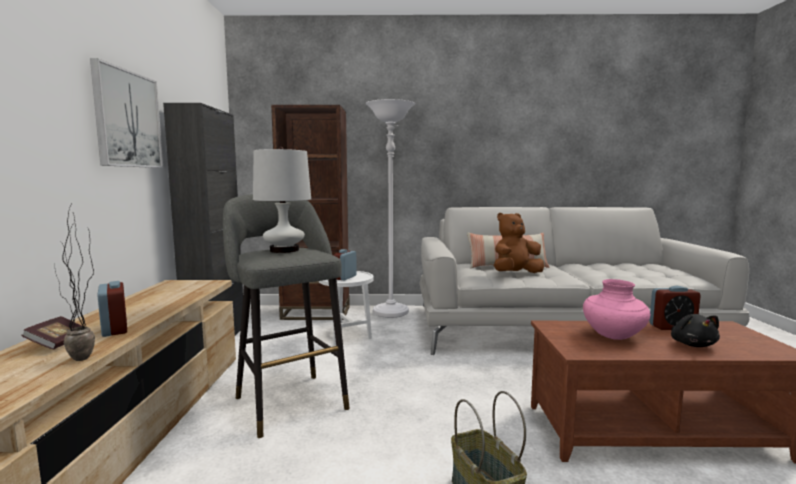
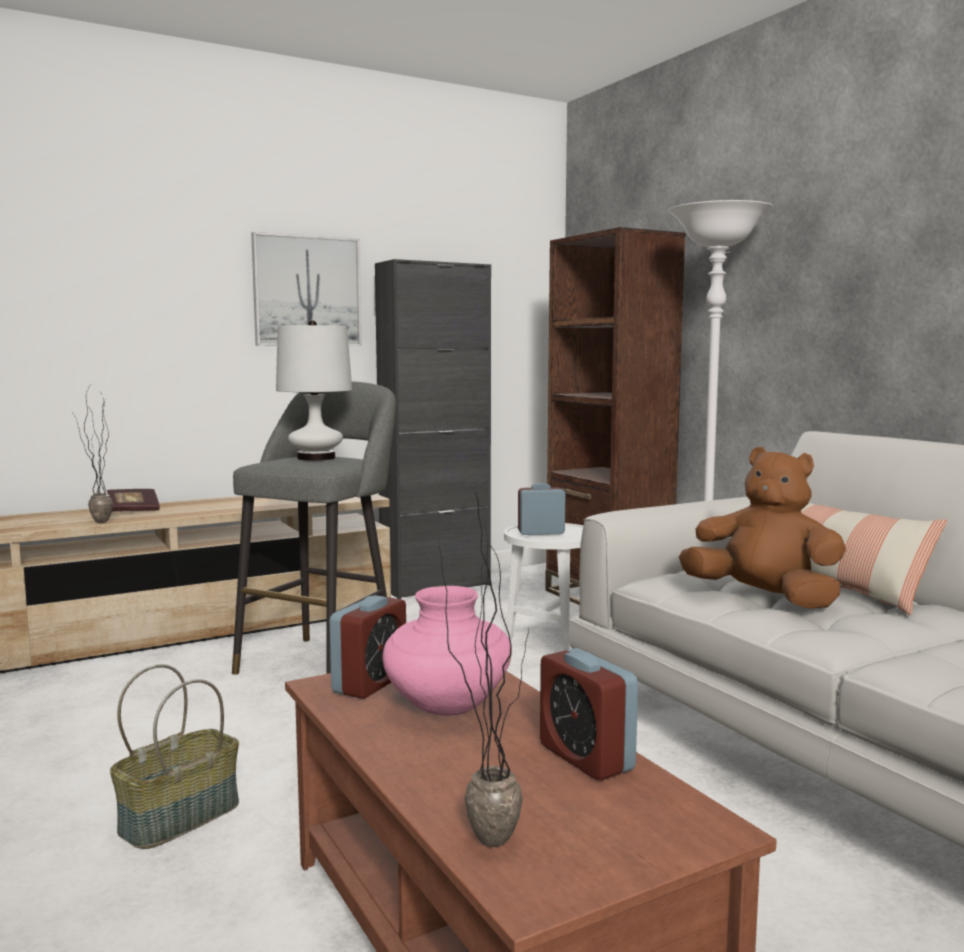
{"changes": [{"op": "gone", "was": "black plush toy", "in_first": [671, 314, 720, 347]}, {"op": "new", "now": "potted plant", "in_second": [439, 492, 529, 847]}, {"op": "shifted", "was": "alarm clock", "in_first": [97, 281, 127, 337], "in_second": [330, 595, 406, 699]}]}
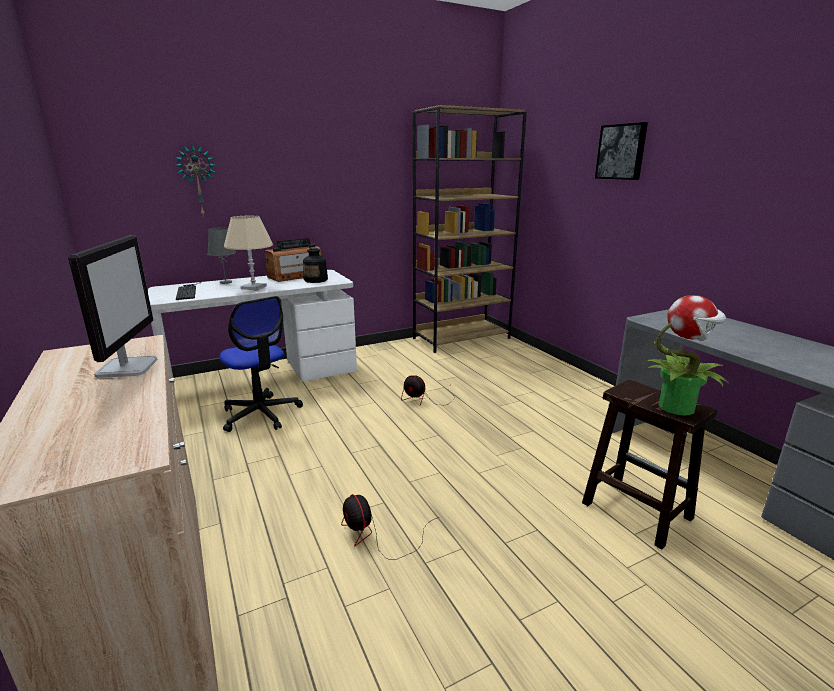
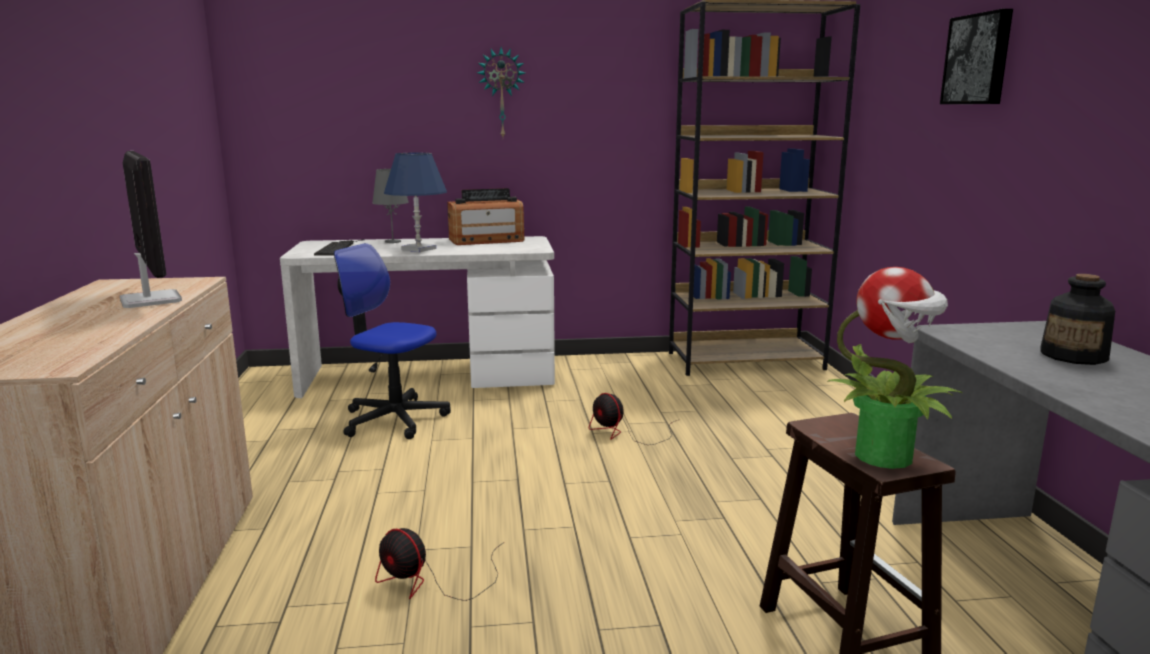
{"changes": [{"op": "shifted", "was": "wall clock", "in_first": [175, 145, 216, 217], "in_second": [477, 47, 525, 137]}, {"op": "shifted", "was": "bottle", "in_first": [303, 247, 328, 283], "in_second": [1040, 274, 1115, 365]}, {"op": "repainted", "was": "beige table lamp", "now": "blue table lamp", "in_first": [224, 216, 273, 290], "in_second": [384, 153, 447, 252]}, {"op": "rotated", "was": "monitor", "in_first": [68, 235, 157, 378], "in_second": [120, 151, 182, 308], "clockwise": -45}, {"op": "rotated", "was": "office chair", "in_first": [219, 296, 303, 432], "in_second": [334, 243, 451, 439], "clockwise": 135}, {"op": "rotated", "was": "fan", "in_first": [341, 494, 439, 560], "in_second": [375, 528, 503, 601], "clockwise": -45}]}
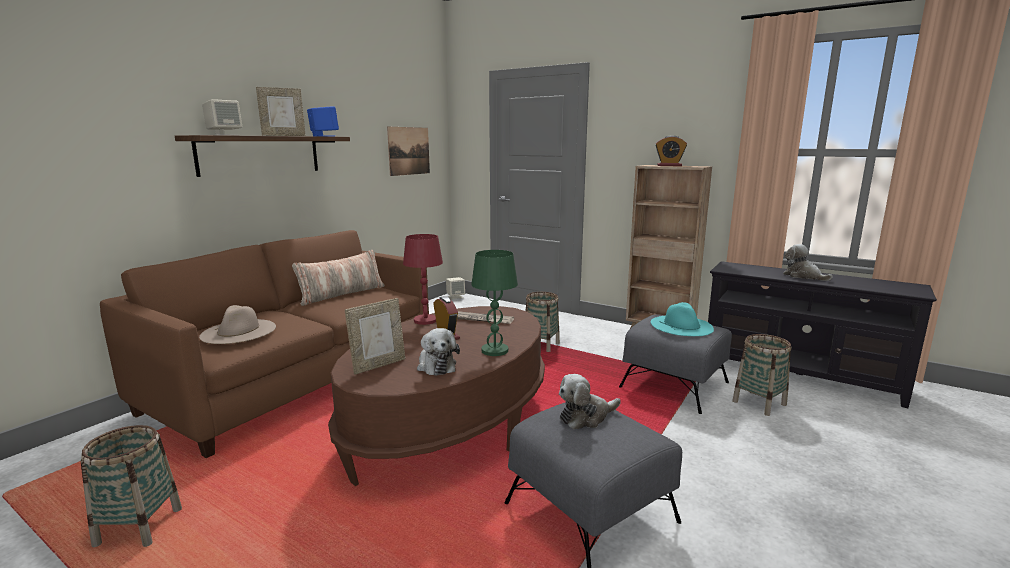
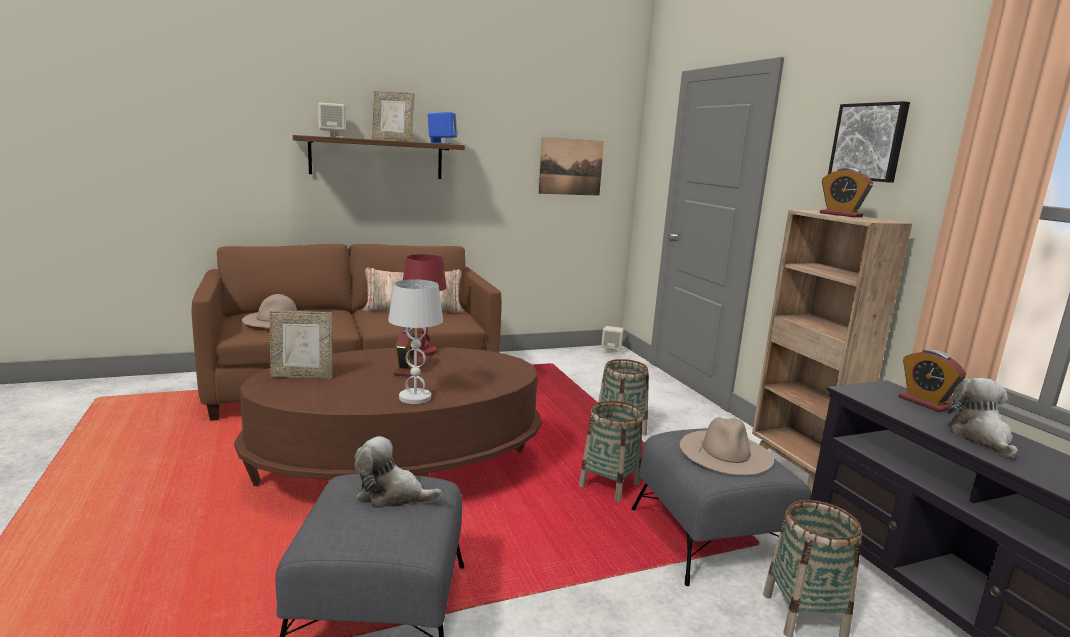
{"changes": [{"op": "gone", "was": "plush toy", "in_first": [417, 328, 460, 376]}, {"op": "gone", "was": "newspaper", "in_first": [457, 311, 514, 324]}, {"op": "new", "now": "picture", "in_second": [828, 101, 910, 183]}, {"op": "new", "now": "alarm clock", "in_second": [899, 350, 966, 412]}, {"op": "shifted", "was": "basket", "in_first": [80, 425, 182, 547], "in_second": [579, 401, 643, 502]}, {"op": "repainted", "was": "green table lamp", "now": "white table lamp", "in_first": [471, 250, 518, 356], "in_second": [388, 279, 443, 404]}, {"op": "repainted", "was": "turquoise hat", "now": "beige hat", "in_first": [651, 302, 714, 336], "in_second": [680, 417, 774, 475]}]}
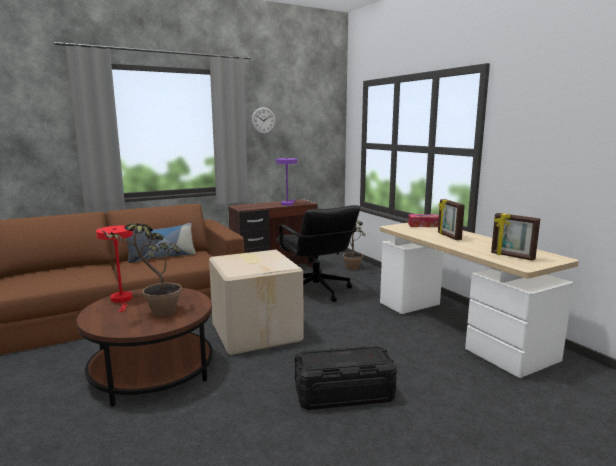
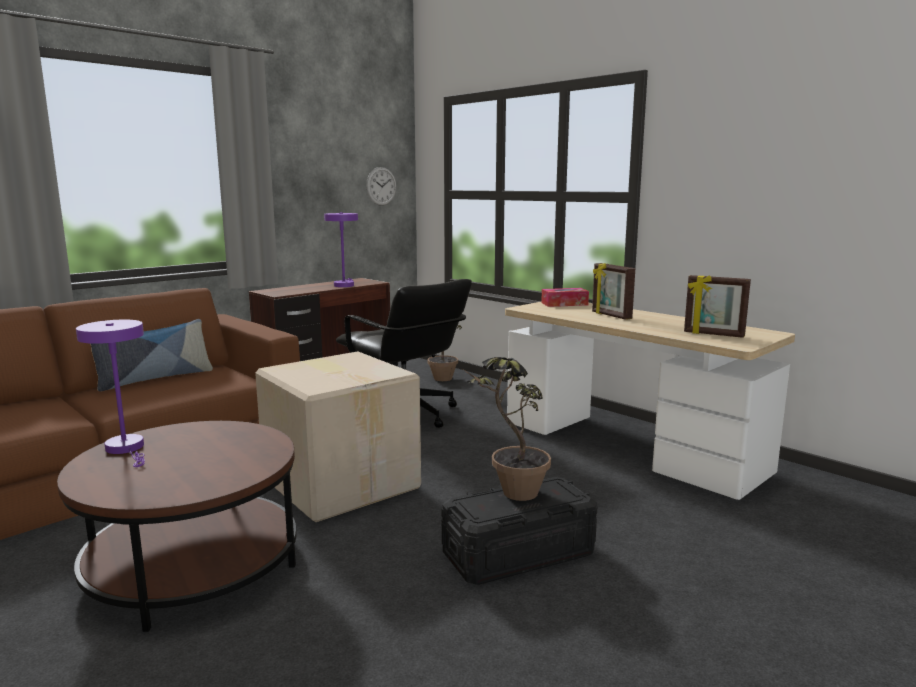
{"changes": [{"op": "shifted", "was": "potted plant", "in_first": [100, 223, 182, 317], "in_second": [464, 357, 551, 501]}, {"op": "shifted", "was": "wall clock", "in_first": [251, 107, 276, 134], "in_second": [366, 167, 396, 206]}, {"op": "repainted", "was": "red table lamp", "now": "purple table lamp", "in_first": [96, 226, 133, 312], "in_second": [76, 320, 145, 467]}]}
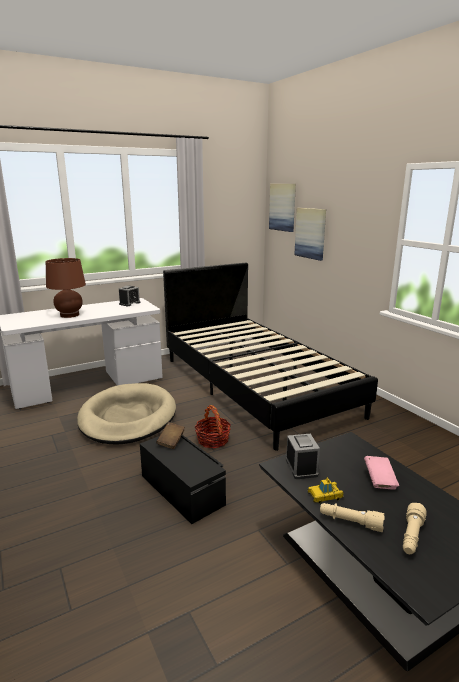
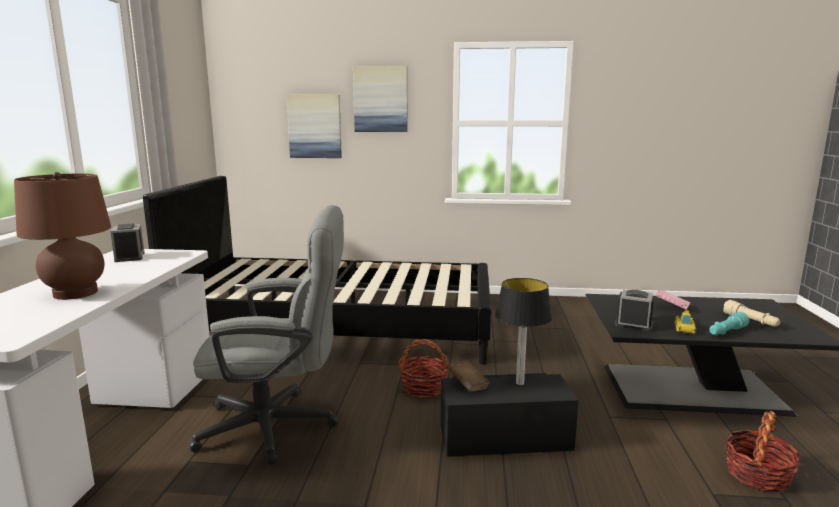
{"changes": [{"op": "new", "now": "table lamp", "in_second": [495, 278, 552, 385]}, {"op": "new", "now": "basket", "in_second": [725, 411, 802, 492]}, {"op": "shifted", "was": "picture", "in_first": [269, 184, 296, 232], "in_second": [353, 66, 408, 132]}, {"op": "swapped", "was": "beige dog bed", "now": "grey office chair", "in_first": [77, 383, 176, 444], "in_second": [188, 205, 344, 465]}, {"op": "repainted", "was": "beige flashlight", "now": "turquoise flashlight", "in_first": [320, 503, 385, 532], "in_second": [709, 312, 749, 335]}]}
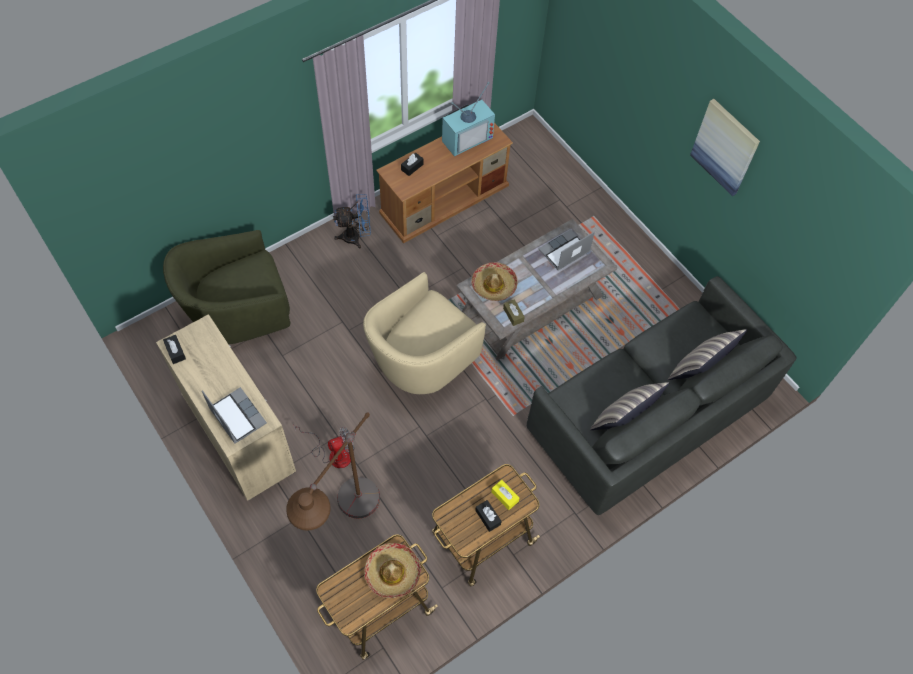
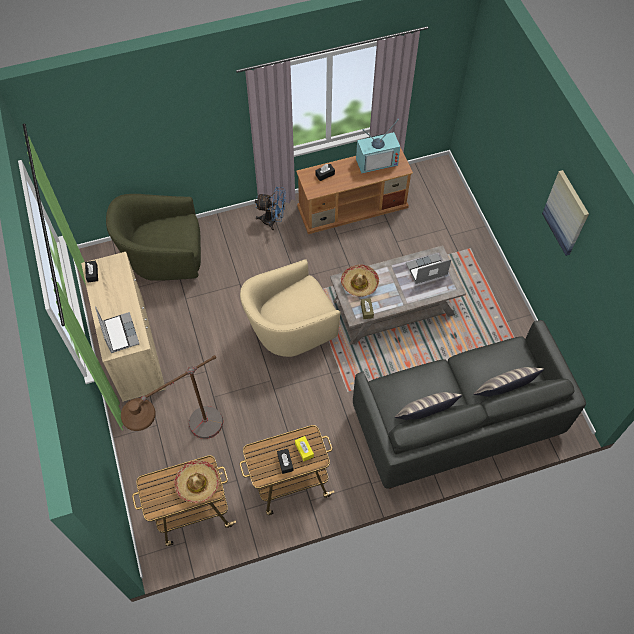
{"changes": [{"op": "gone", "was": "fan", "in_first": [293, 424, 354, 468]}]}
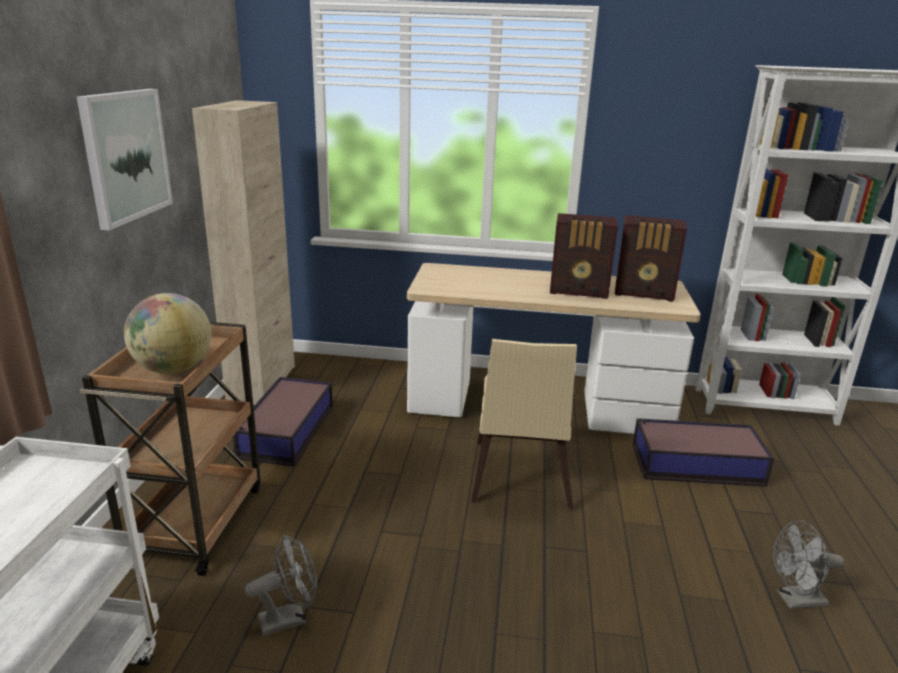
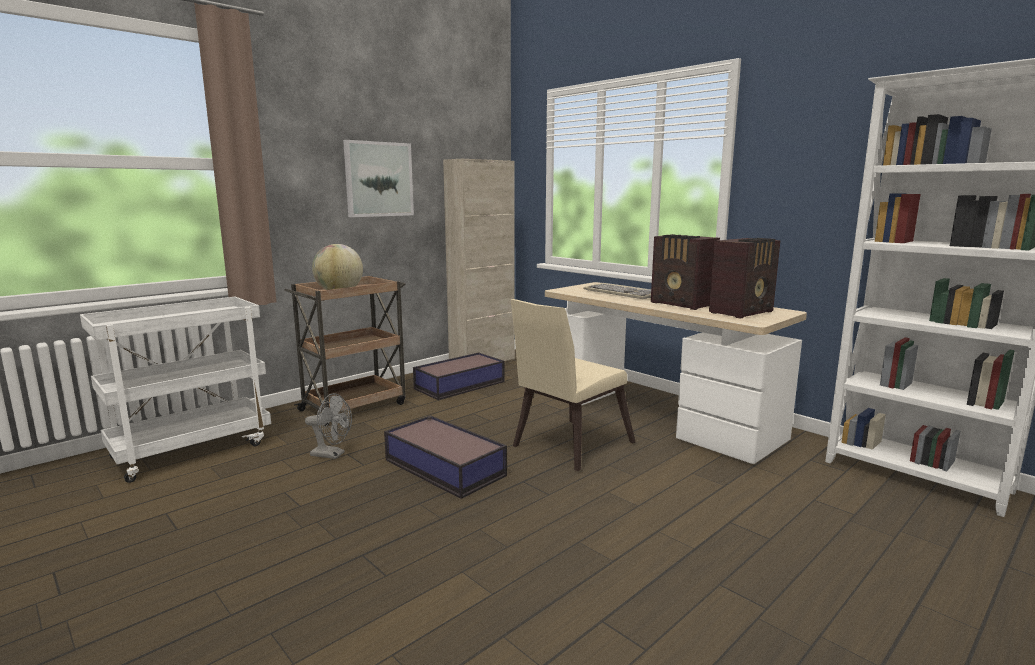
{"changes": [{"op": "gone", "was": "grey fan", "in_first": [773, 520, 844, 609]}, {"op": "new", "now": "keyboard", "in_second": [584, 283, 651, 299]}, {"op": "shifted", "was": "storage box", "in_first": [632, 418, 774, 487], "in_second": [384, 415, 507, 499]}, {"op": "rotated", "was": "radio", "in_first": [615, 215, 687, 302], "in_second": [709, 238, 781, 319], "clockwise": -90}]}
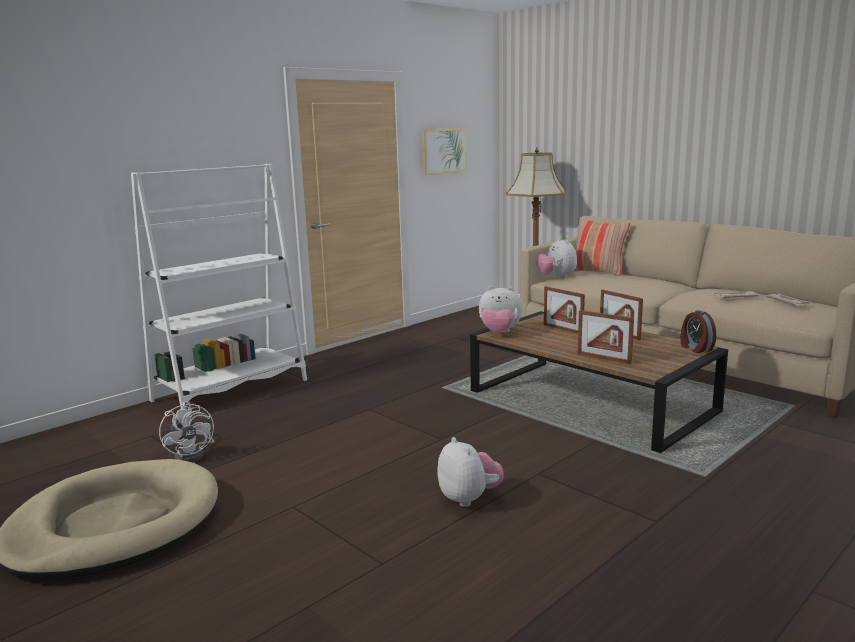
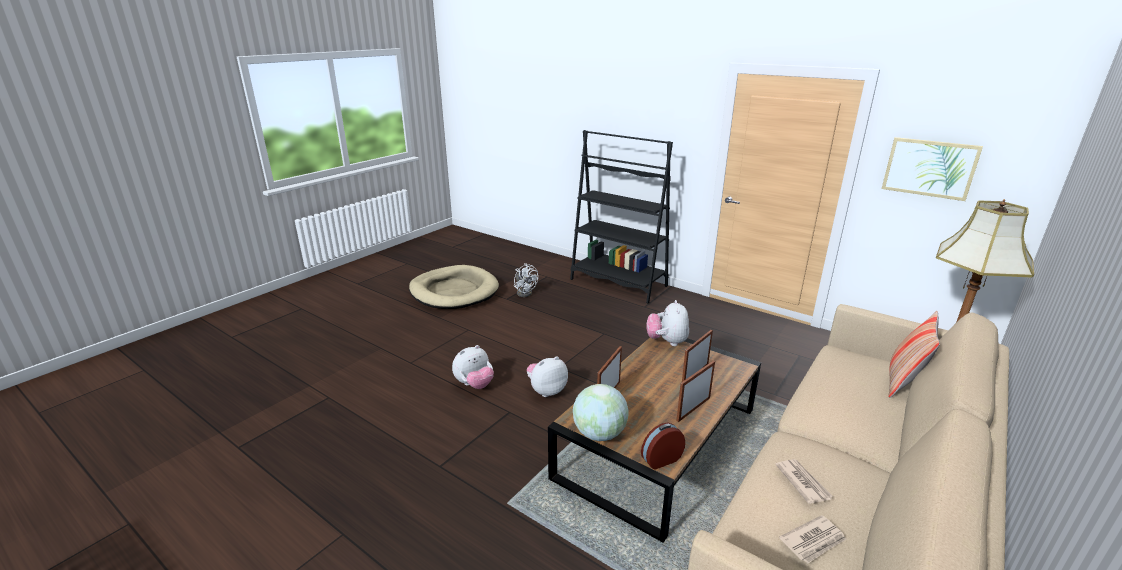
{"changes": [{"op": "new", "now": "globe", "in_second": [573, 384, 629, 441]}, {"op": "shifted", "was": "plush toy", "in_first": [536, 238, 577, 278], "in_second": [527, 356, 568, 397]}, {"op": "repainted", "was": "white bookcase", "now": "black bookcase", "in_first": [131, 164, 307, 409], "in_second": [570, 130, 673, 303]}, {"op": "rotated", "was": "white fan", "in_first": [159, 401, 214, 462], "in_second": [514, 263, 538, 297], "clockwise": -90}]}
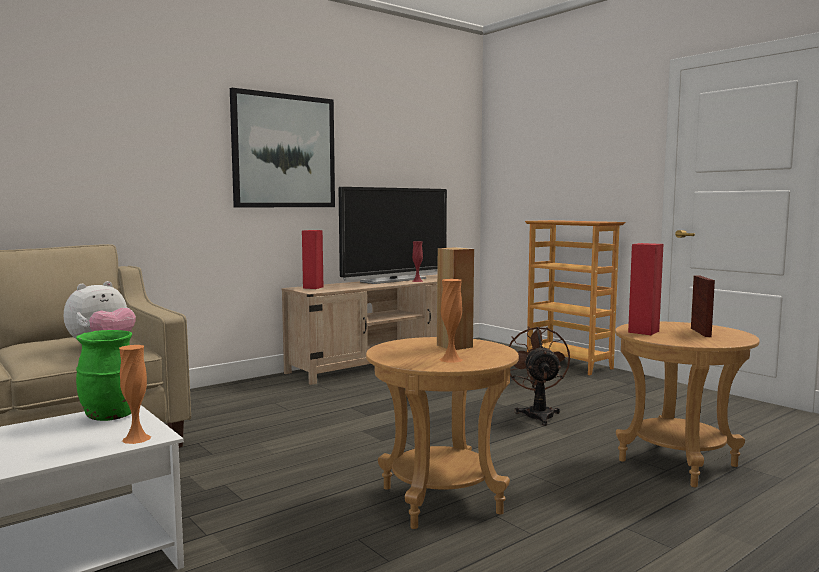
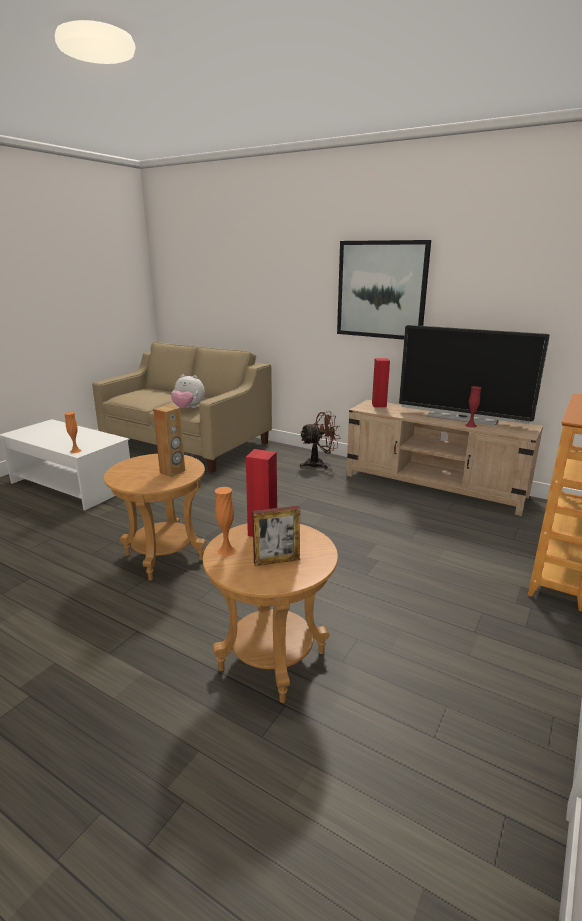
{"changes": [{"op": "gone", "was": "green vase", "in_first": [76, 330, 132, 421]}, {"op": "shifted", "was": "orange vase", "in_first": [440, 279, 462, 363], "in_second": [215, 487, 236, 556]}, {"op": "shifted", "was": "brown fan", "in_first": [509, 326, 570, 426], "in_second": [300, 412, 340, 469]}]}
